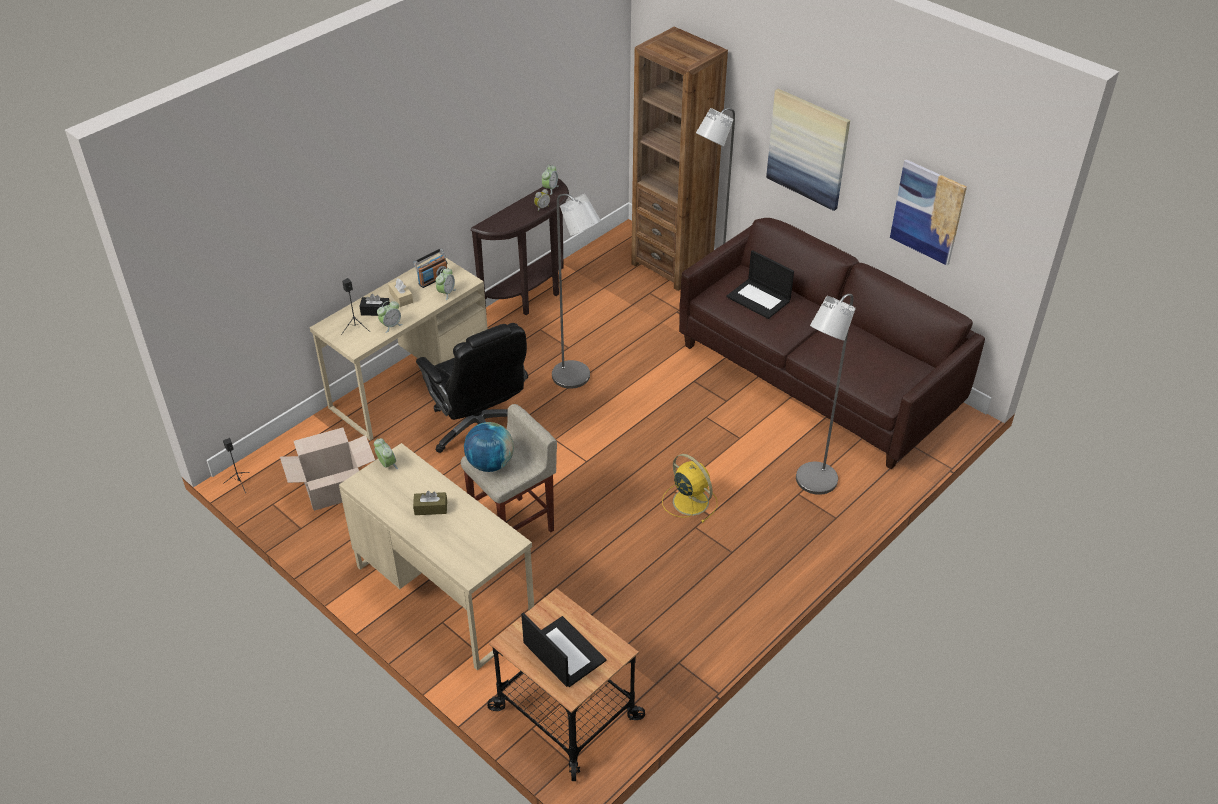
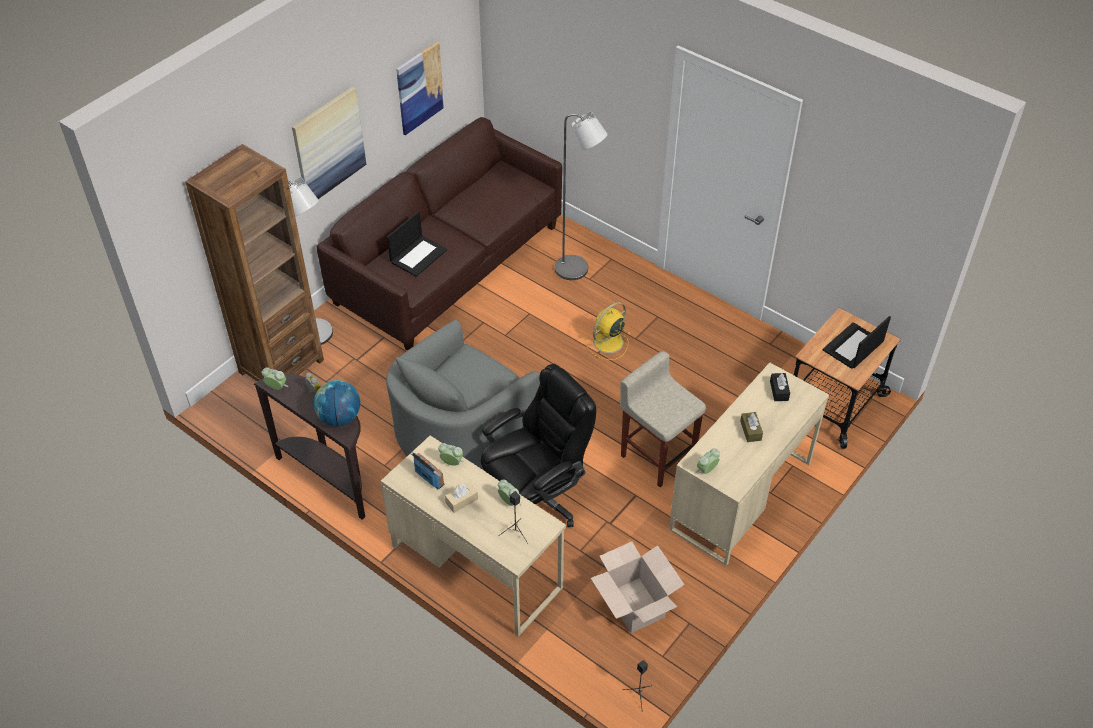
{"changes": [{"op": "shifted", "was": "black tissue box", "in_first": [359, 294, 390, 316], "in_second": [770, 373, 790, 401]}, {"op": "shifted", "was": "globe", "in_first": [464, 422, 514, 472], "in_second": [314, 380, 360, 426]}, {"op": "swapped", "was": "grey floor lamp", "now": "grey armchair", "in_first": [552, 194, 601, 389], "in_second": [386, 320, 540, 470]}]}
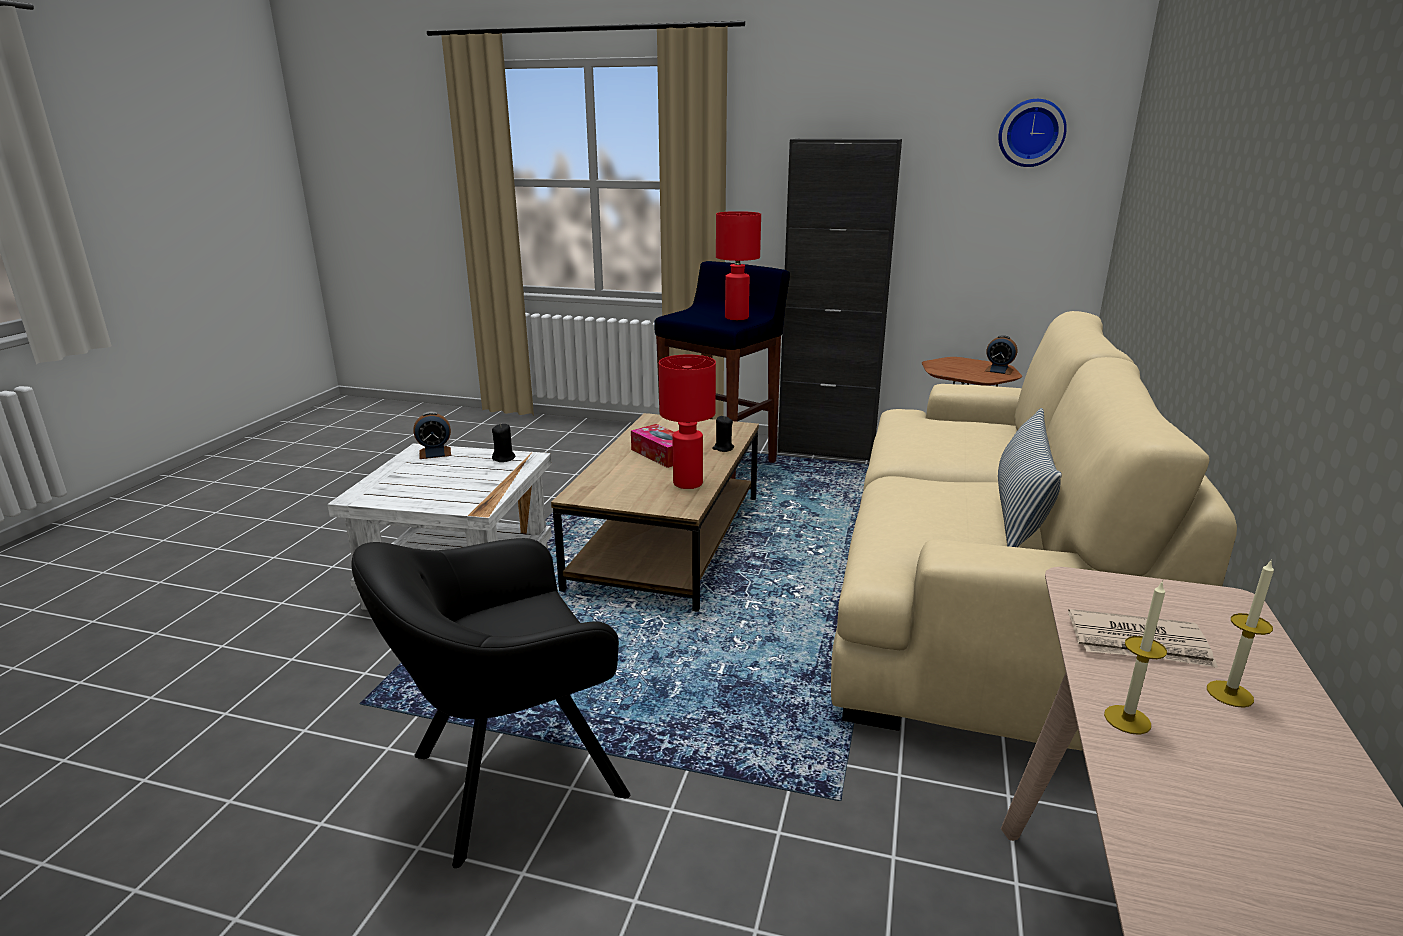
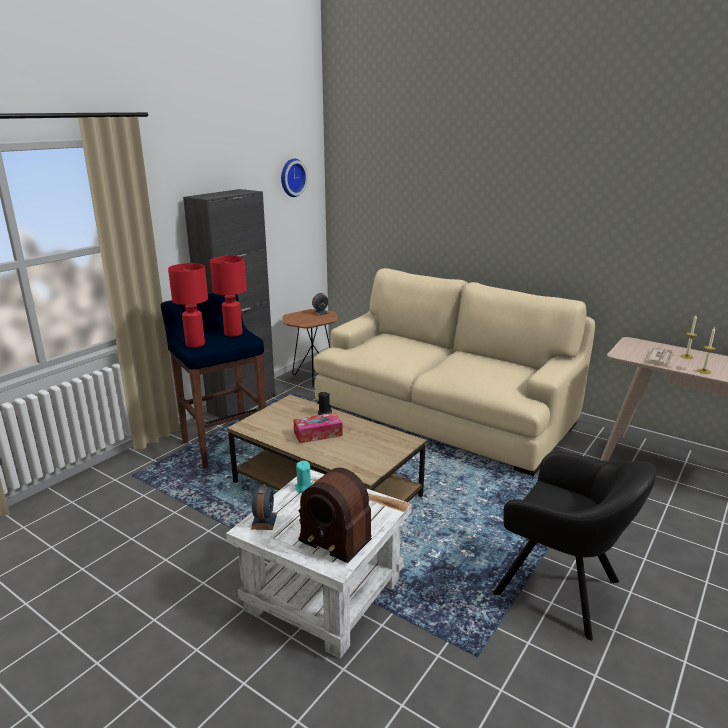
{"changes": [{"op": "gone", "was": "pillow", "in_first": [998, 408, 1062, 547]}, {"op": "new", "now": "radio", "in_second": [298, 467, 372, 563]}, {"op": "shifted", "was": "red table lamp", "in_first": [659, 355, 716, 489], "in_second": [168, 263, 208, 348]}, {"op": "repainted", "was": "black candle", "now": "turquoise candle", "in_first": [492, 424, 515, 462], "in_second": [295, 461, 311, 493]}, {"op": "rotated", "was": "black armchair", "in_first": [351, 538, 630, 868], "in_second": [492, 451, 657, 640], "clockwise": -45}]}
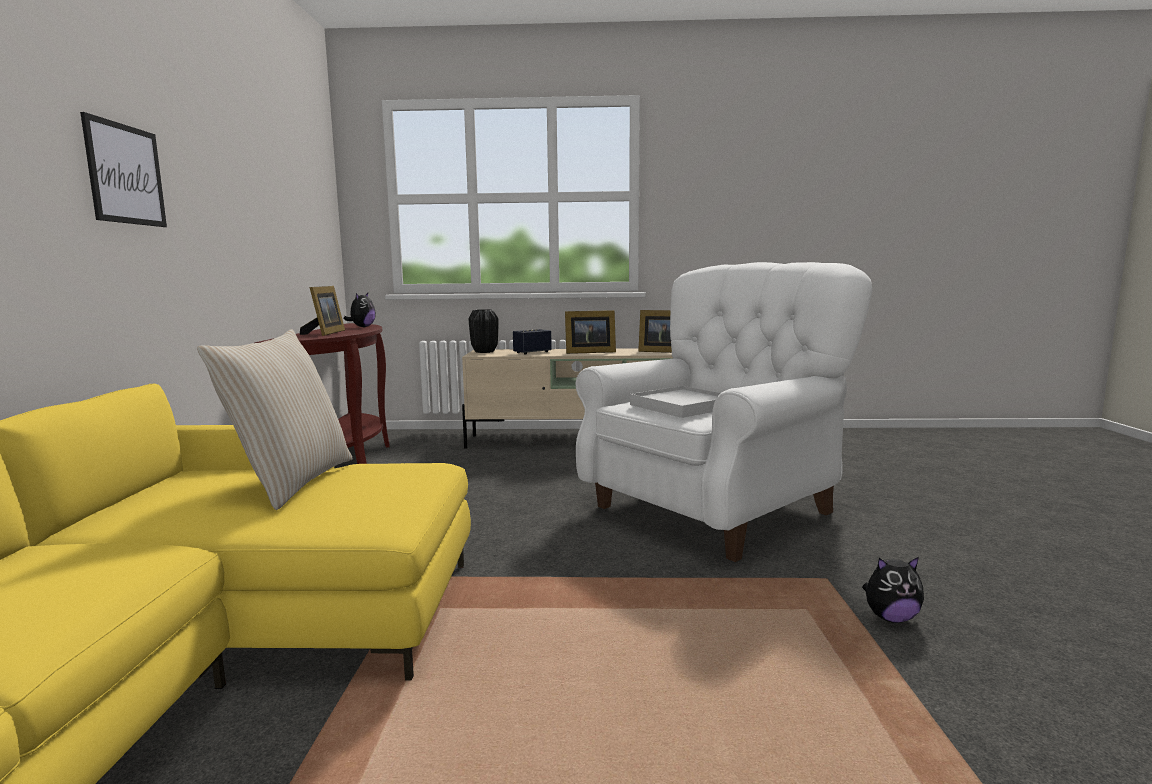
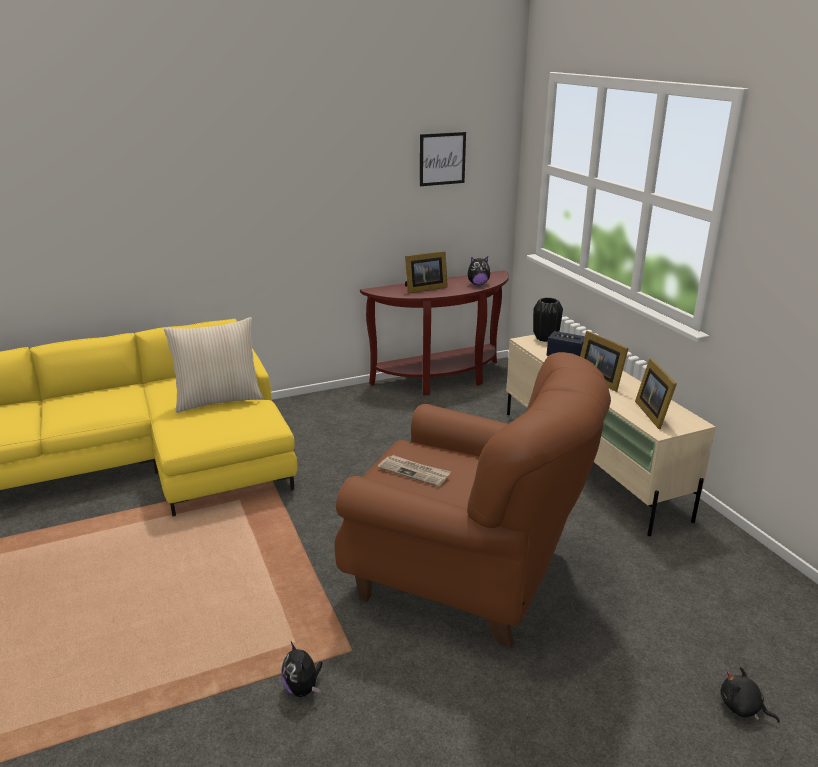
{"changes": [{"op": "new", "now": "black plush toy", "in_second": [720, 667, 780, 723]}, {"op": "shifted", "was": "picture", "in_first": [80, 112, 167, 227], "in_second": [420, 132, 466, 186]}, {"op": "swapped", "was": "white tray", "now": "newspaper", "in_first": [630, 386, 721, 418], "in_second": [378, 455, 451, 487]}, {"op": "repainted", "was": "white armchair", "now": "brown armchair", "in_first": [575, 262, 873, 562], "in_second": [334, 352, 611, 648]}]}
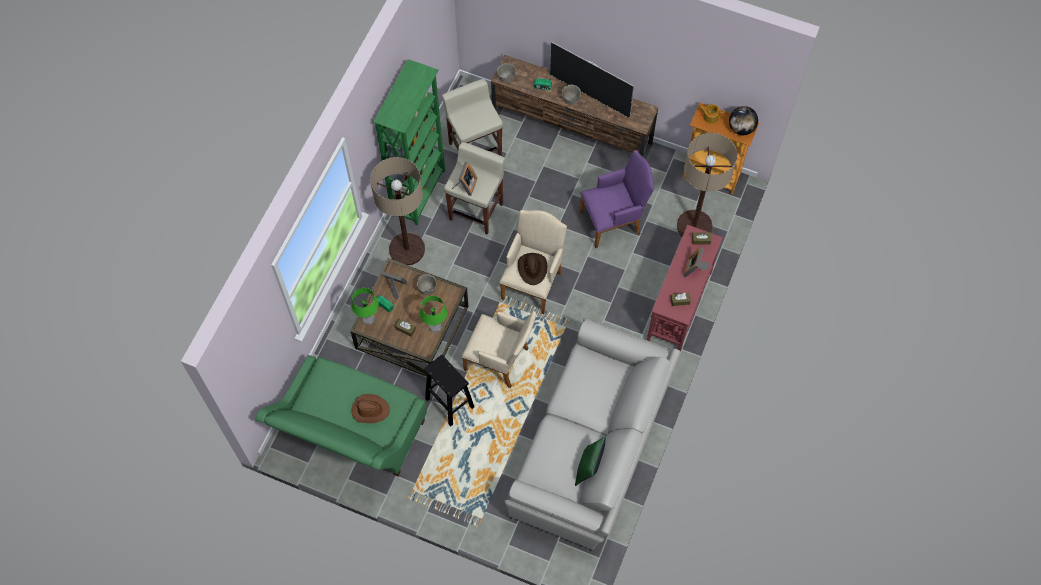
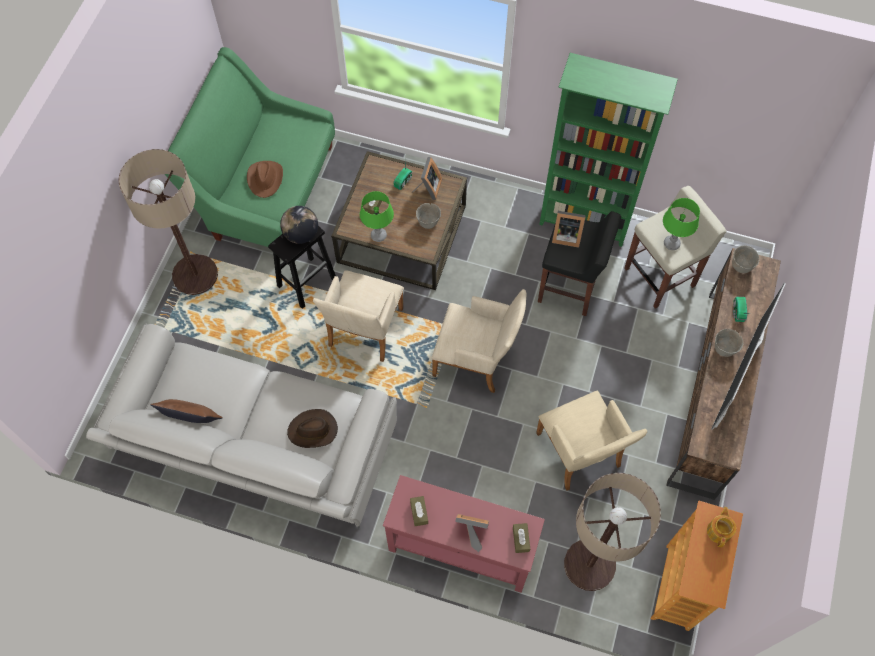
{"changes": [{"op": "shifted", "was": "green table lamp", "in_first": [351, 288, 379, 324], "in_second": [663, 198, 700, 250]}, {"op": "shifted", "was": "floor lamp", "in_first": [370, 157, 425, 265], "in_second": [118, 149, 218, 295]}, {"op": "shifted", "was": "brown hat", "in_first": [518, 253, 547, 285], "in_second": [287, 409, 338, 448]}, {"op": "shifted", "was": "globe", "in_first": [729, 106, 758, 135], "in_second": [280, 206, 318, 244]}, {"op": "repainted", "was": "beige stool", "now": "black stool", "in_first": [444, 142, 505, 235], "in_second": [538, 211, 621, 316]}, {"op": "repainted", "was": "green pillow", "now": "brown pillow", "in_first": [575, 437, 606, 486], "in_second": [151, 399, 222, 423]}, {"op": "repainted", "was": "purple armchair", "now": "beige armchair", "in_first": [580, 150, 654, 248], "in_second": [536, 390, 647, 491]}]}
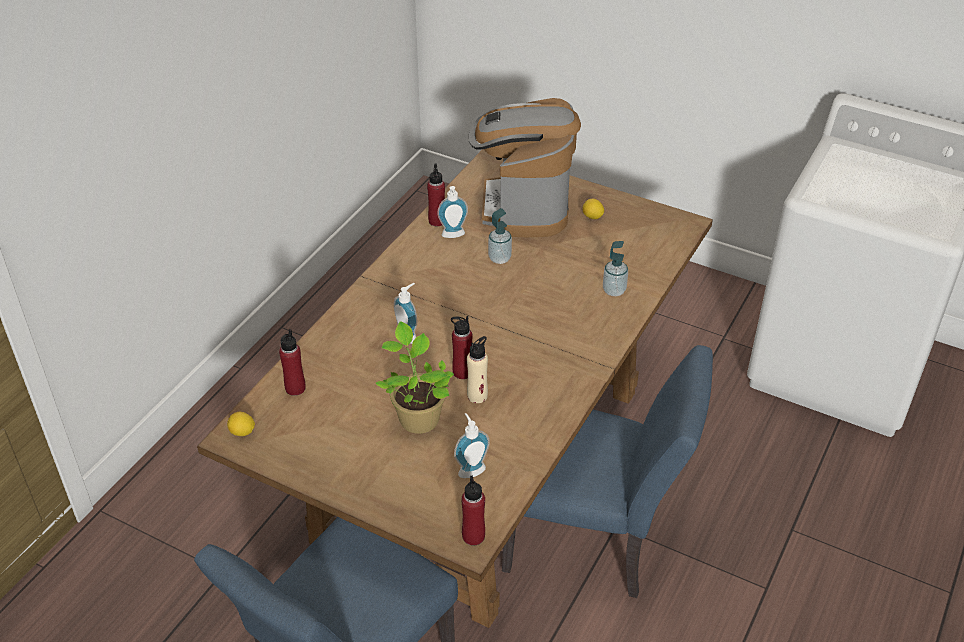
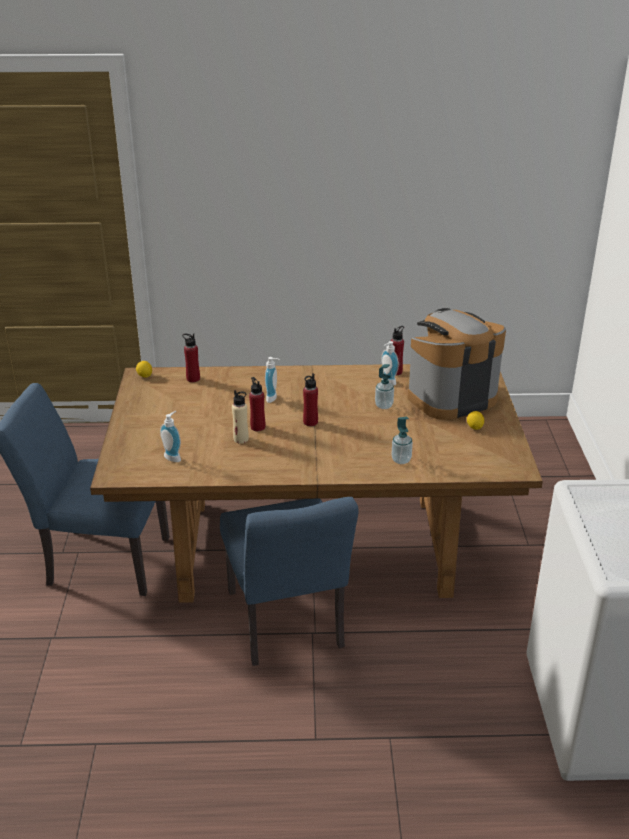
{"changes": [{"op": "gone", "was": "potted plant", "in_first": [375, 321, 454, 434]}, {"op": "shifted", "was": "red bottle", "in_first": [461, 476, 485, 545], "in_second": [303, 373, 318, 426]}]}
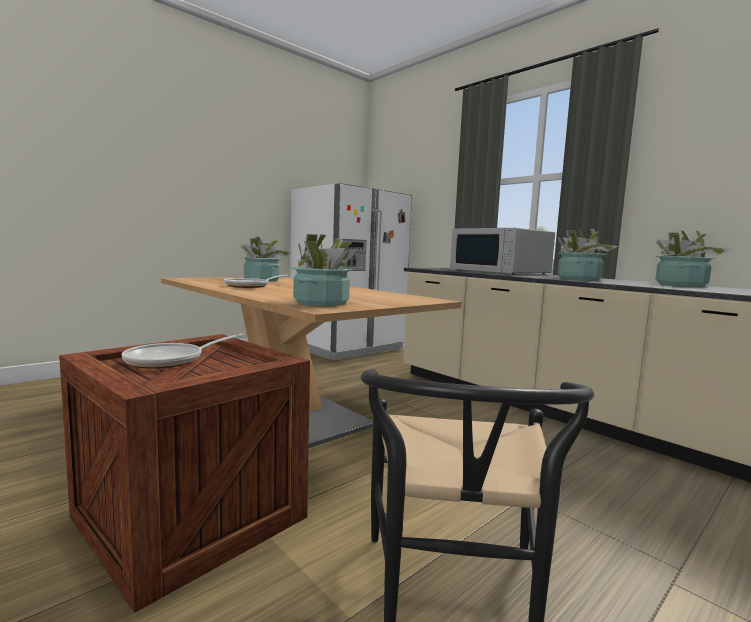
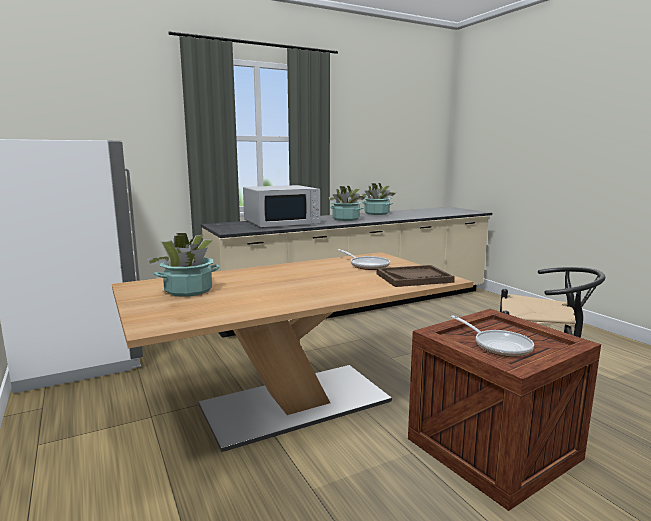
{"changes": [{"op": "shifted", "was": "frying pan", "in_first": [224, 275, 288, 288], "in_second": [338, 249, 390, 270]}, {"op": "swapped", "was": "potted plant", "now": "brown tray", "in_first": [291, 234, 359, 306], "in_second": [377, 265, 455, 287]}]}
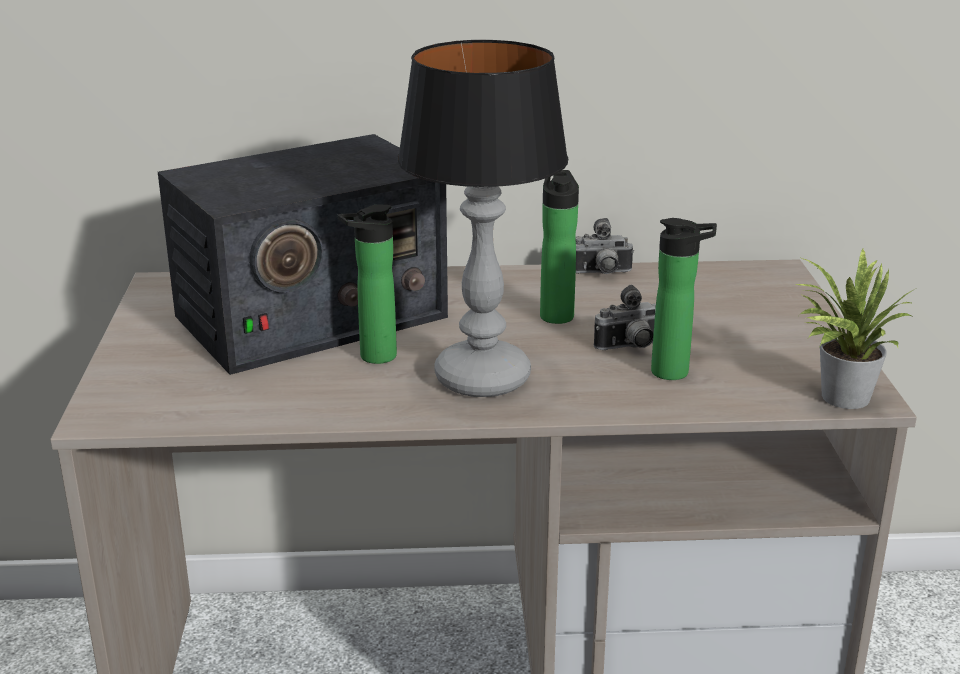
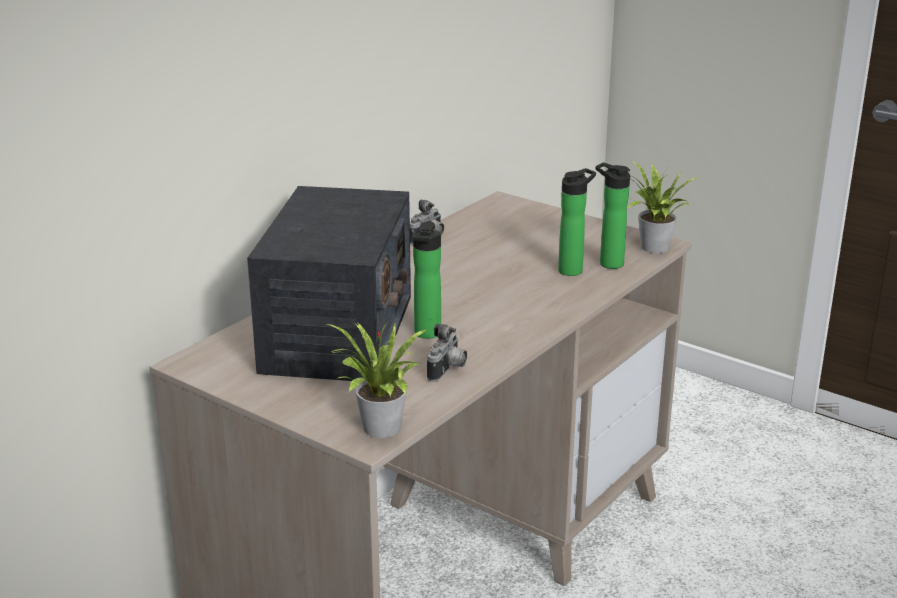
{"changes": [{"op": "gone", "was": "table lamp", "in_first": [398, 40, 568, 397]}, {"op": "new", "now": "potted plant", "in_second": [327, 323, 429, 438]}, {"op": "shifted", "was": "bottle", "in_first": [540, 170, 579, 324], "in_second": [596, 162, 630, 269]}, {"op": "shifted", "was": "photo camera", "in_first": [594, 285, 656, 350], "in_second": [427, 324, 467, 382]}]}
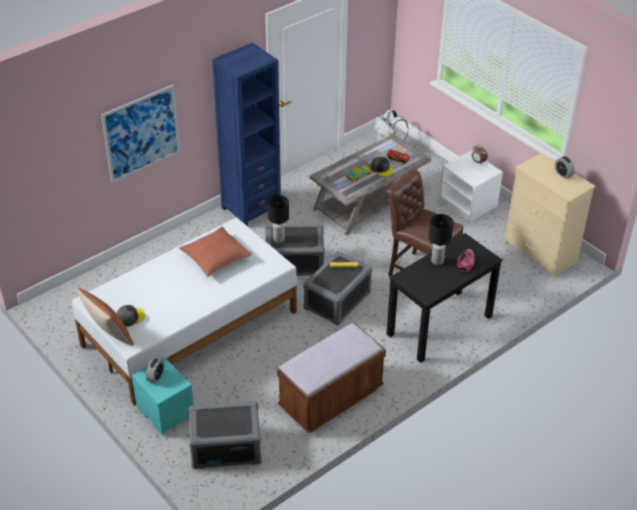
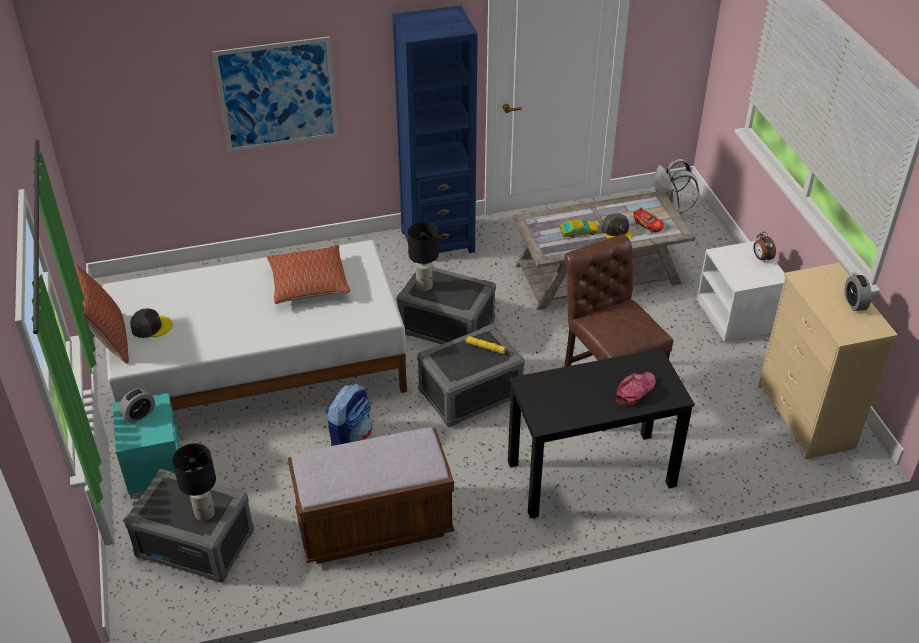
{"changes": [{"op": "new", "now": "backpack", "in_second": [325, 384, 372, 446]}, {"op": "shifted", "was": "black table lamp", "in_first": [429, 214, 454, 265], "in_second": [172, 443, 216, 521]}]}
